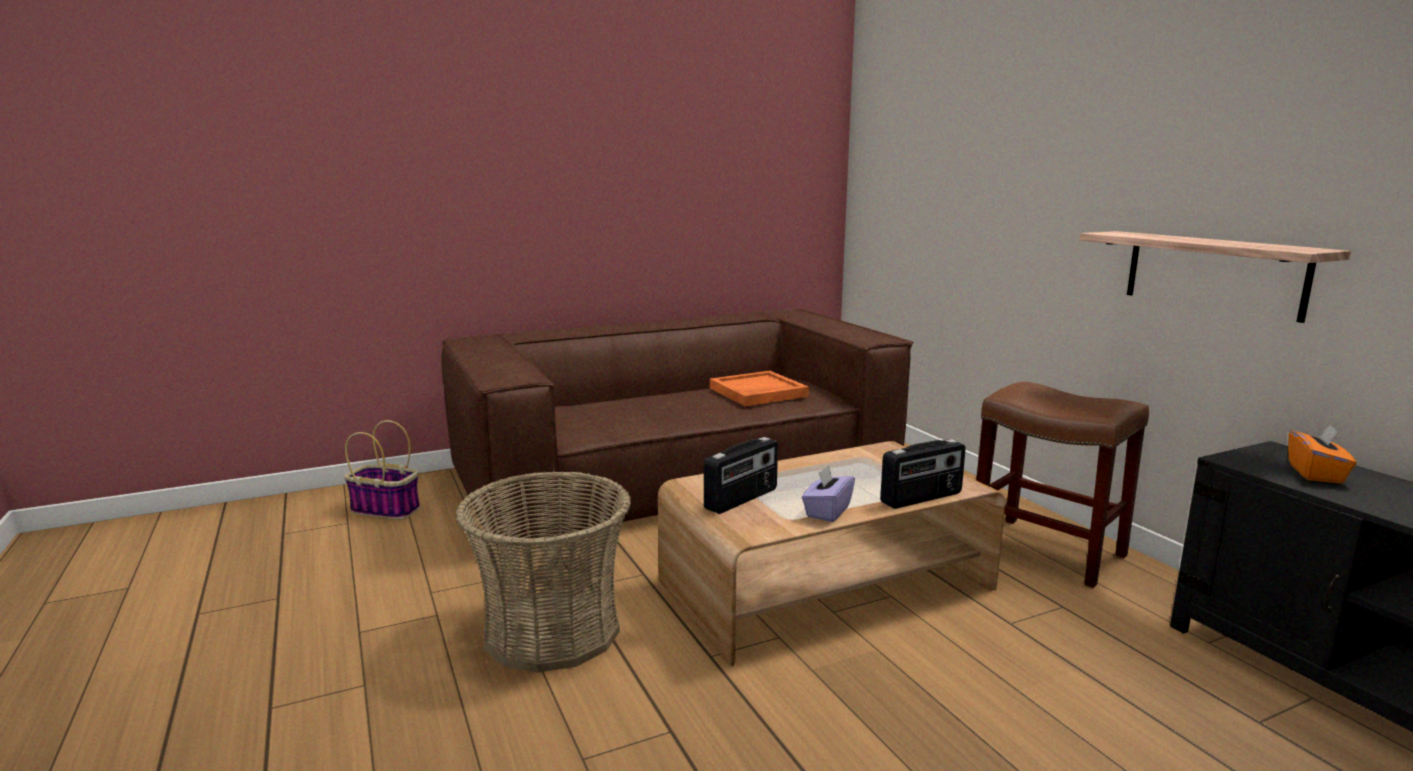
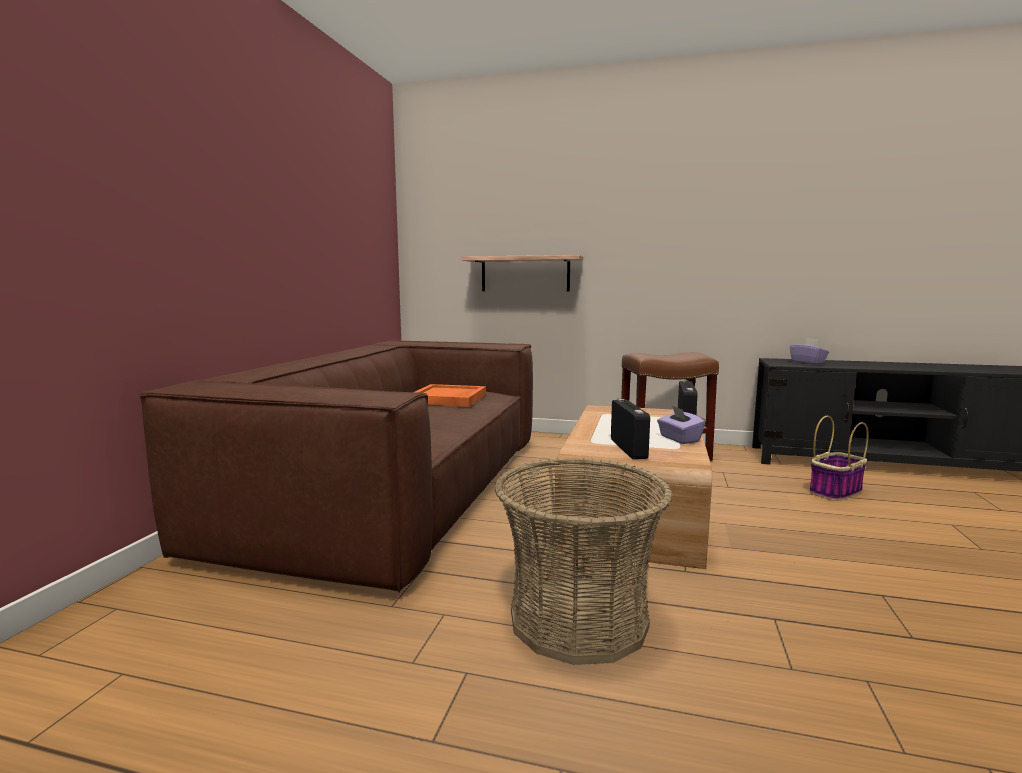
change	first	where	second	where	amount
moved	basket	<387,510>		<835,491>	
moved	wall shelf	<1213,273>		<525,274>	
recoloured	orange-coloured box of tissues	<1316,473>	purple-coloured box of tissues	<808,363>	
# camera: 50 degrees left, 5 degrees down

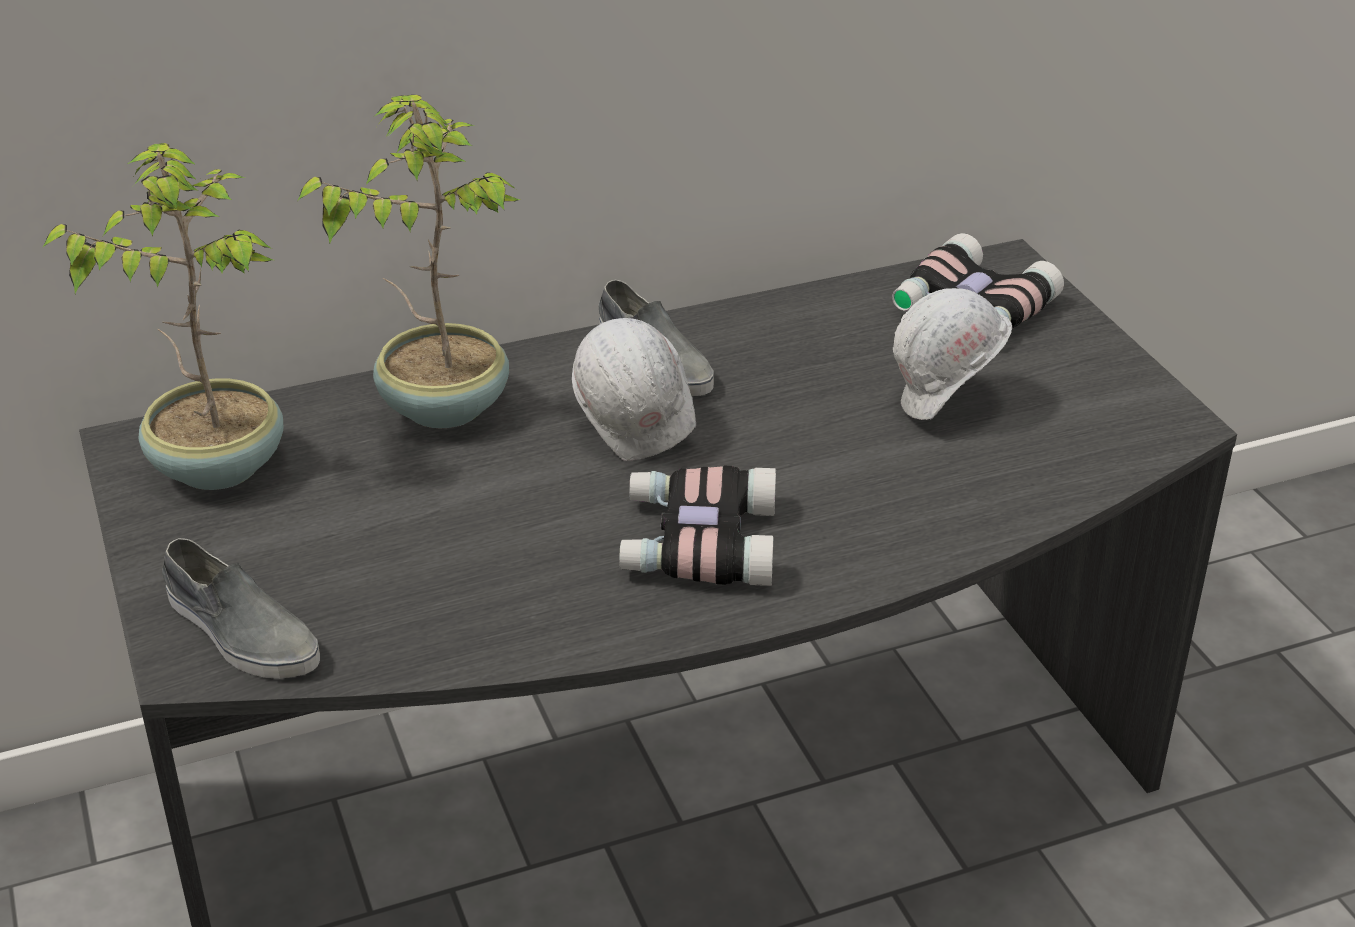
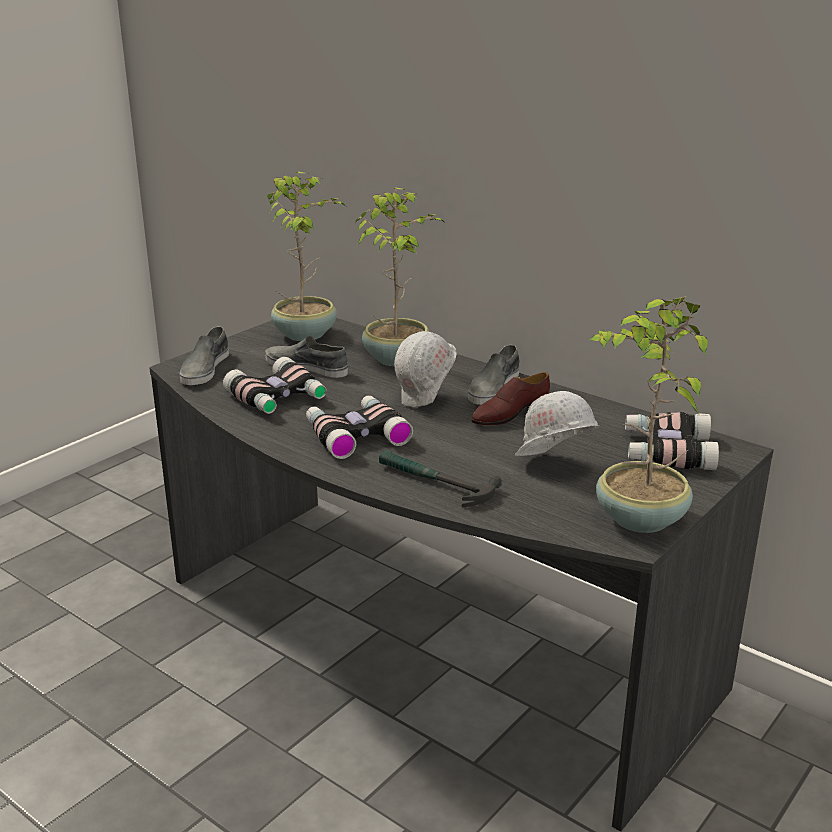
change	first	where	second	where	amount
added			field glasses	<278,398>	
added			grey low shoe	<307,367>	
added			tool hammer	<434,483>	
added			brown low shoe	<509,414>	
added			potted plant	<638,519>	
# camera: 60 degrees right, 10 degrees down

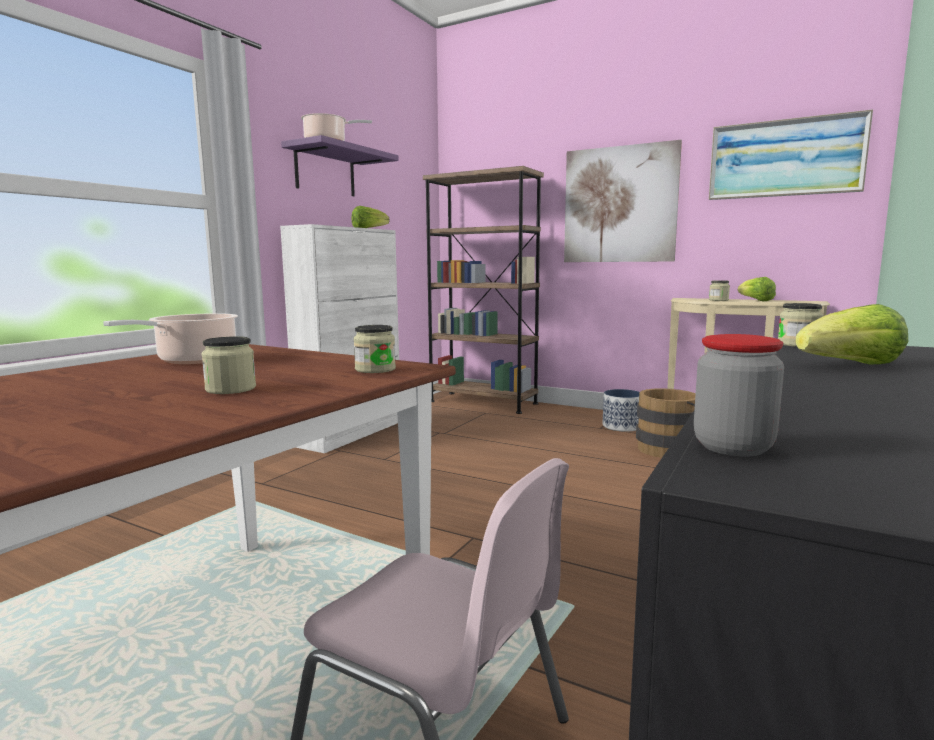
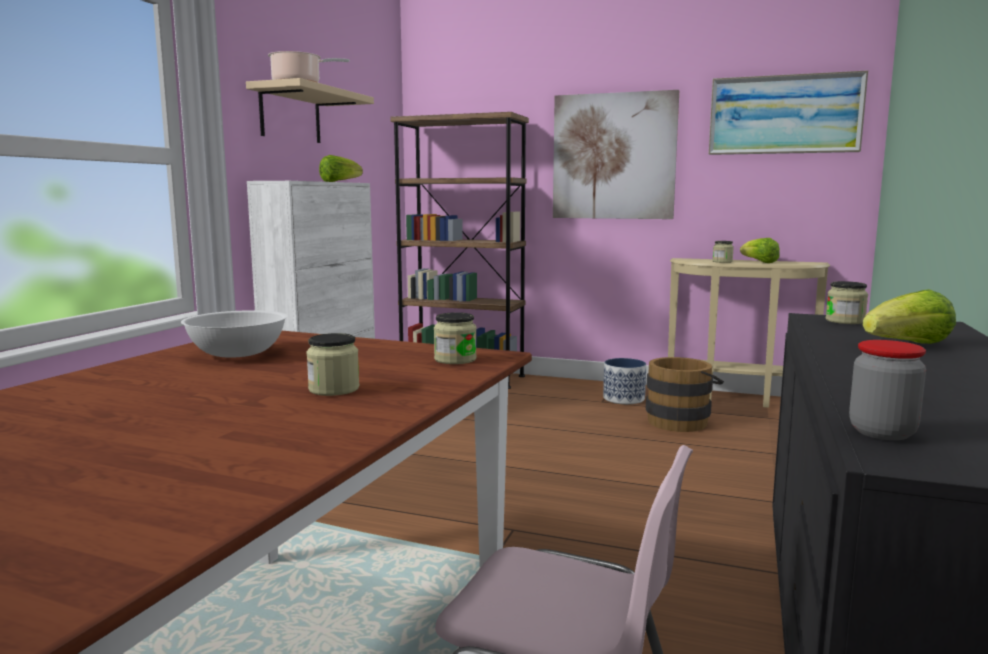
change	first	where	second	where	amount
replaced	stockpot	<193,360>	whitish bowl	<237,354>	
recoloured	purple-coloured wall shelf	<325,171>	sand-coloured wall shelf	<290,115>	
# camera: 10 degrees left, 0 degrees up

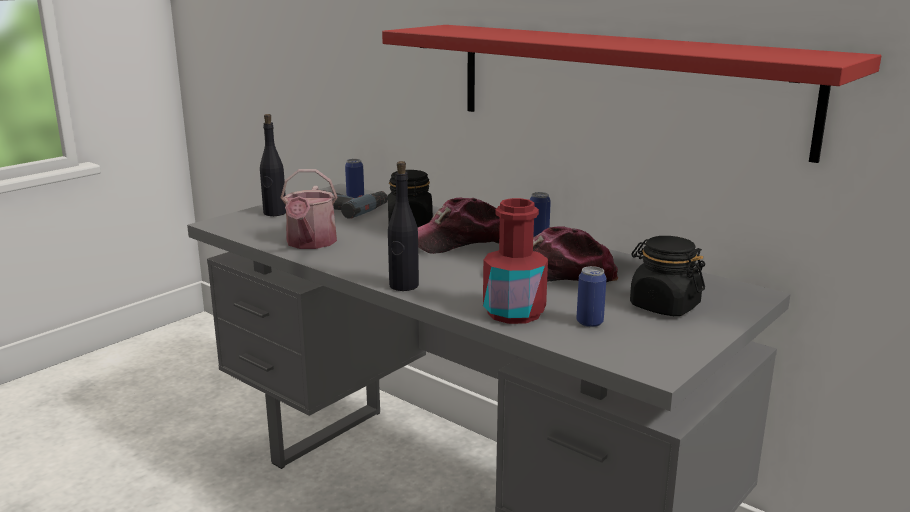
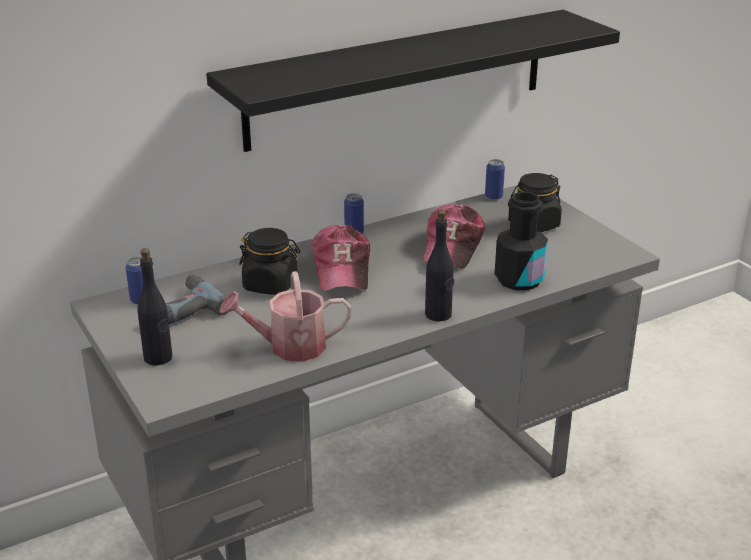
change	first	where	second	where	amount
turned	watering can	<310,243>		<289,347>	150 degrees clockwise
recoloured	red wall shelf	<622,85>	black-coloured wall shelf	<399,78>	
recoloured	red bottle	<514,312>	black-coloured bottle	<519,279>	
moved	can	<589,322>		<493,196>	
# camera: 70 degrees left, 10 degrees up

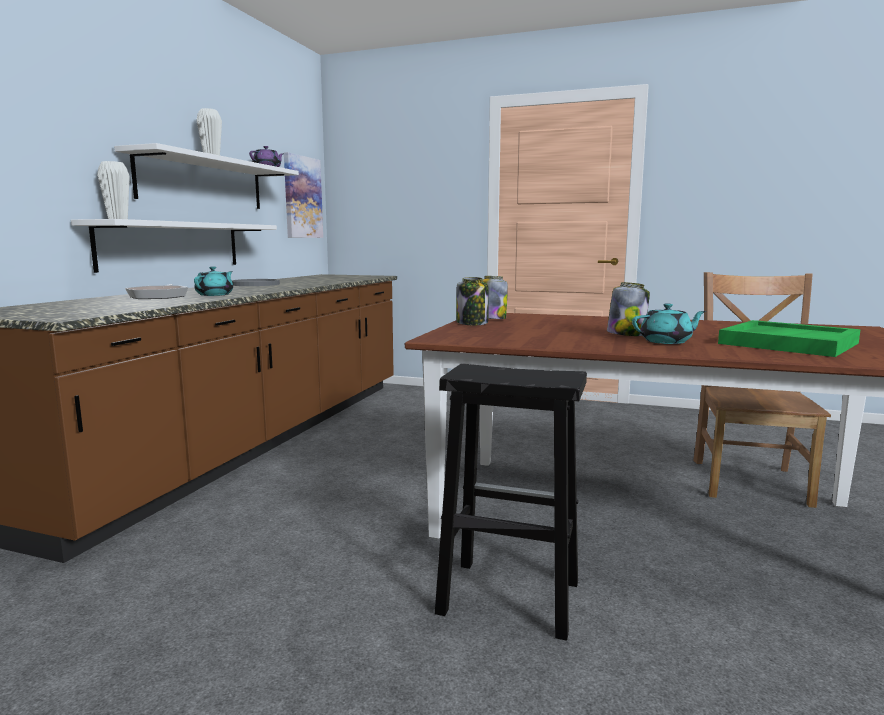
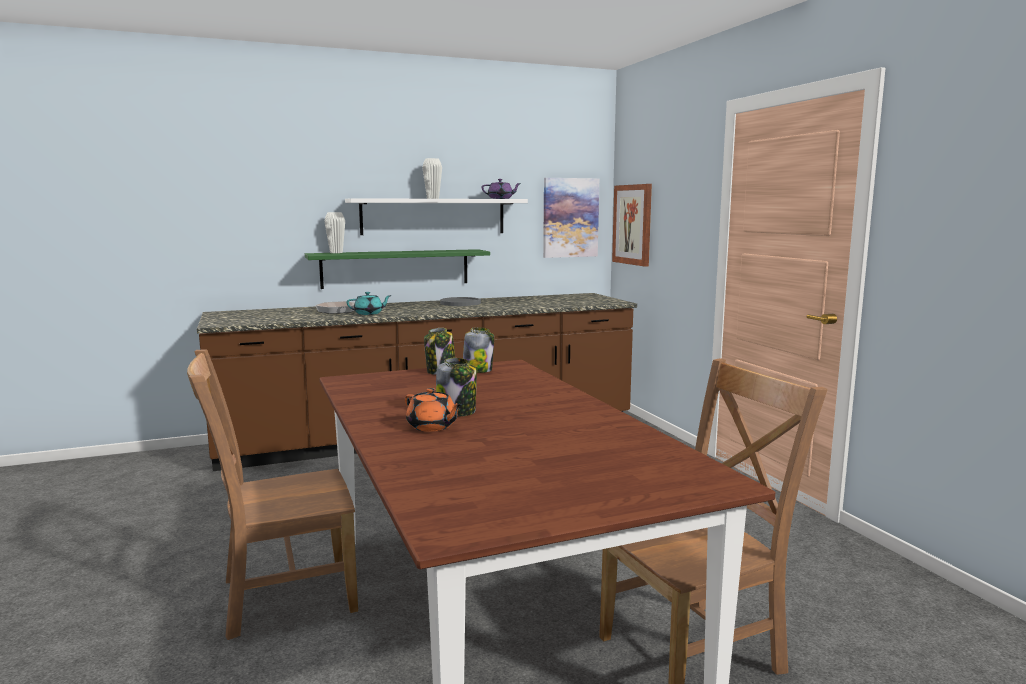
change	first	where	second	where	amount
recoloured	whitish wall shelf	<172,245>	green-coloured wall shelf	<395,268>	
replaced	black-coloured stool	<506,597>	brown upright chair	<282,596>	
recoloured	turquoise pot for tea	<667,342>	orange-coloured pot for tea	<432,427>	
removed	green-coloured tray	<787,343>			
added			wall picture	<632,224>	
# camera: 50 degrees right, 0 degrees up

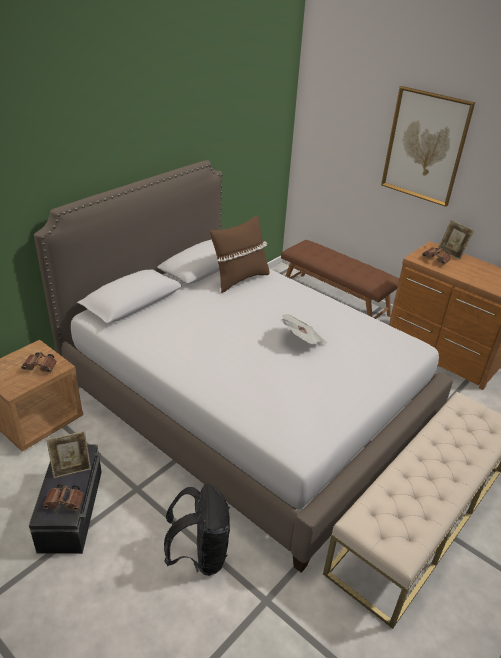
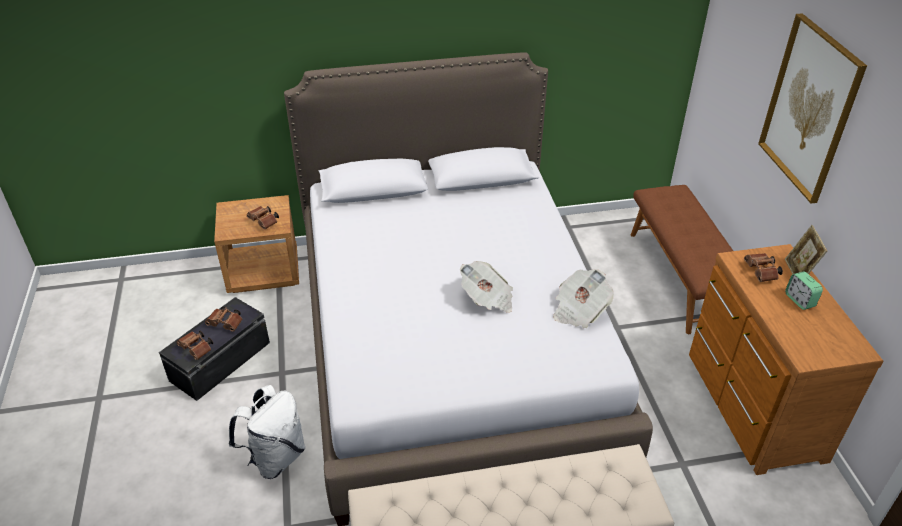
change	first	where	second	where	amount
replaced	picture frame	<72,468>	brown field glasses	<226,324>	
recoloured	black-coloured backpack	<200,555>	whitish backpack	<275,457>	
removed	brown pillow	<239,279>			
added			newspaper	<579,310>	
added			table clock	<799,300>	
# camera: 40 degrees right, 5 degrees up

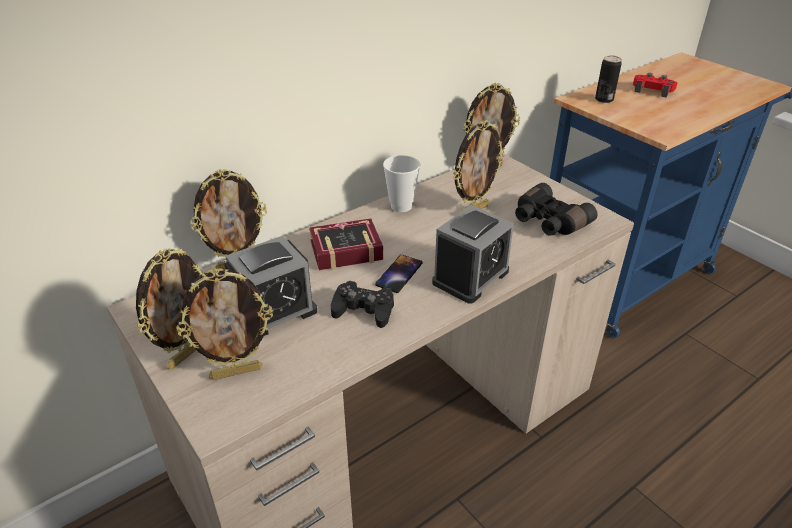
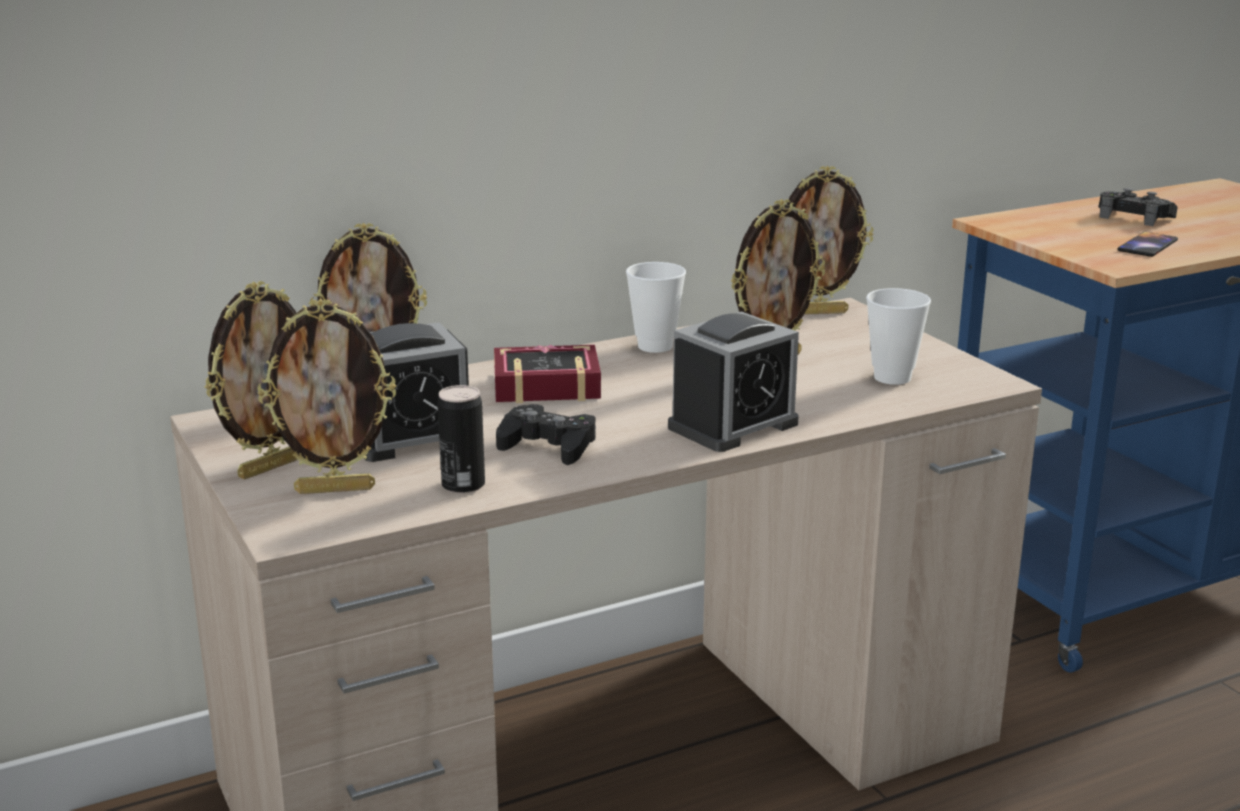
change	first	where	second	where	amount
moved	handset	<399,274>		<1147,245>	
replaced	black-coloured field glasses	<548,222>	drinking cup	<892,377>	
moved	can	<604,99>		<463,485>	
recoloured	red gamepad	<652,90>	black-coloured gamepad	<1134,218>	
# camera: 10 degrees right, 15 degrees down

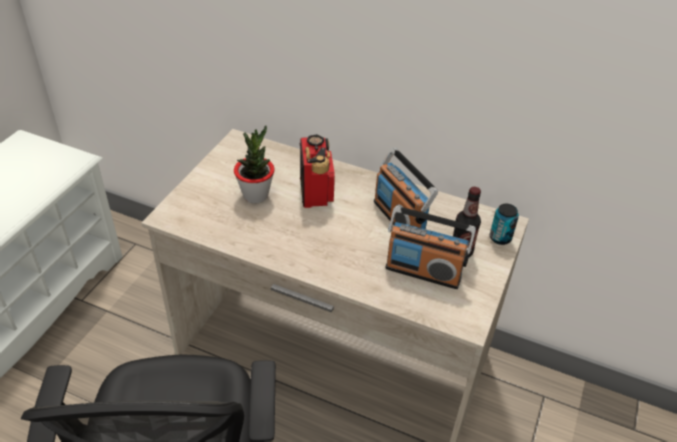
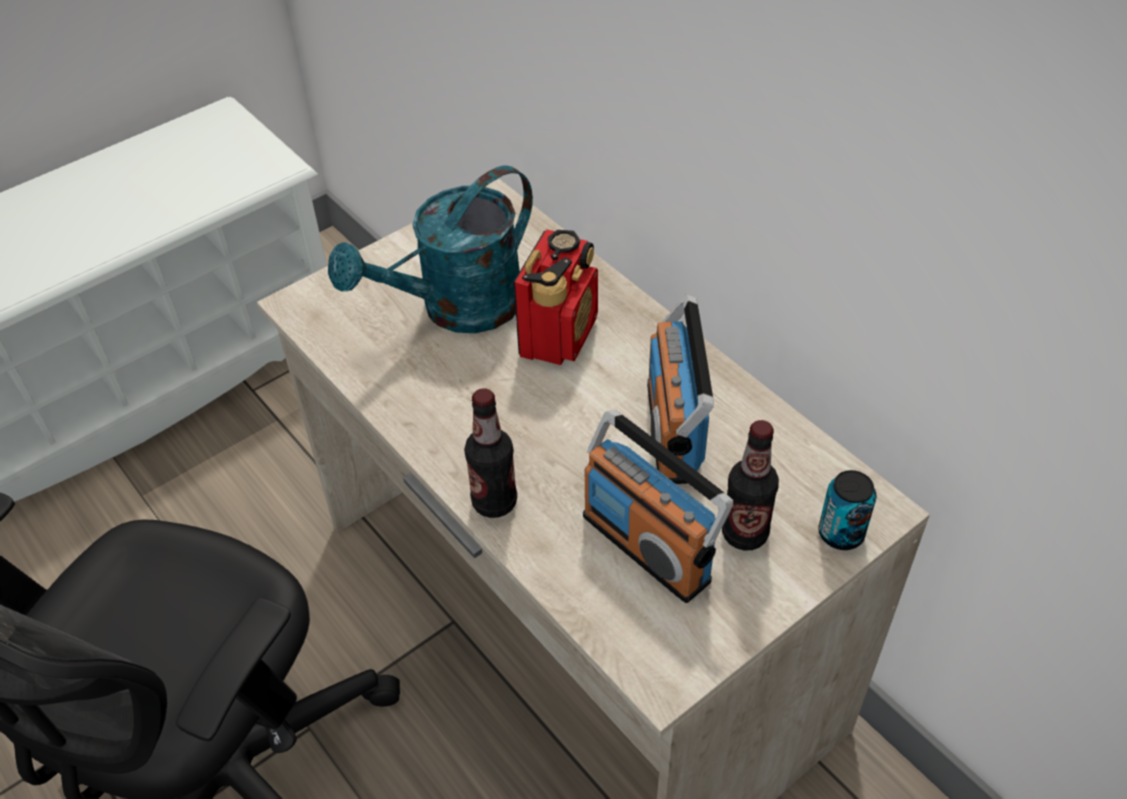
change	first	where	second	where	amount
replaced	potted plant	<255,195>	turquoise watering can	<457,309>	
added			bottle	<494,502>	
# camera: 30 degrees right, 5 degrees up

